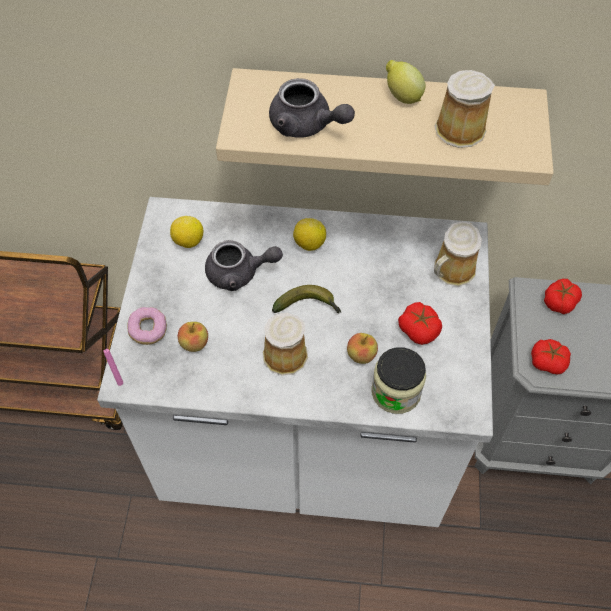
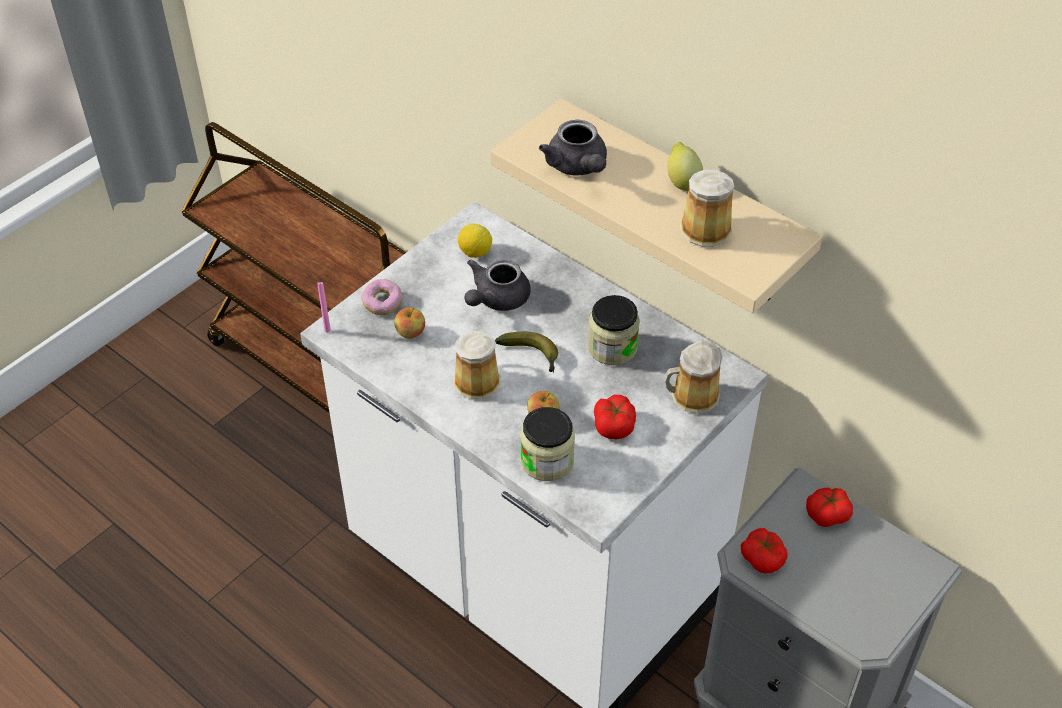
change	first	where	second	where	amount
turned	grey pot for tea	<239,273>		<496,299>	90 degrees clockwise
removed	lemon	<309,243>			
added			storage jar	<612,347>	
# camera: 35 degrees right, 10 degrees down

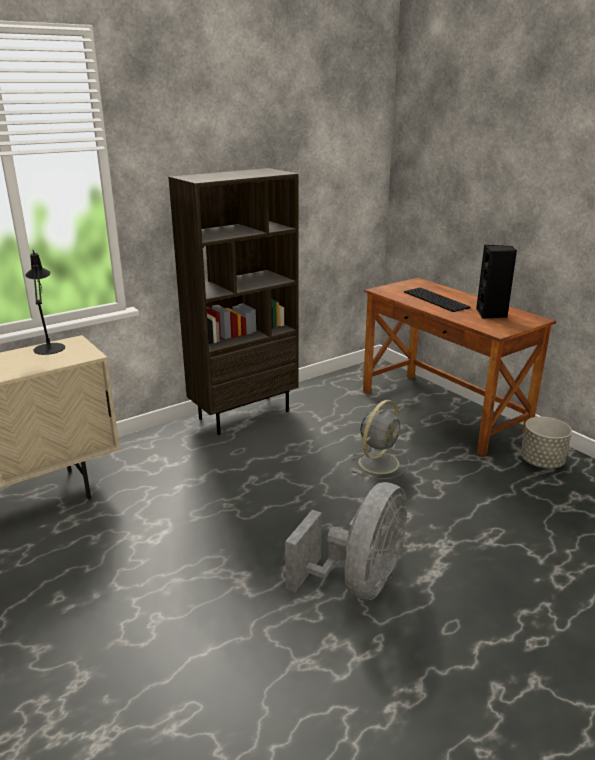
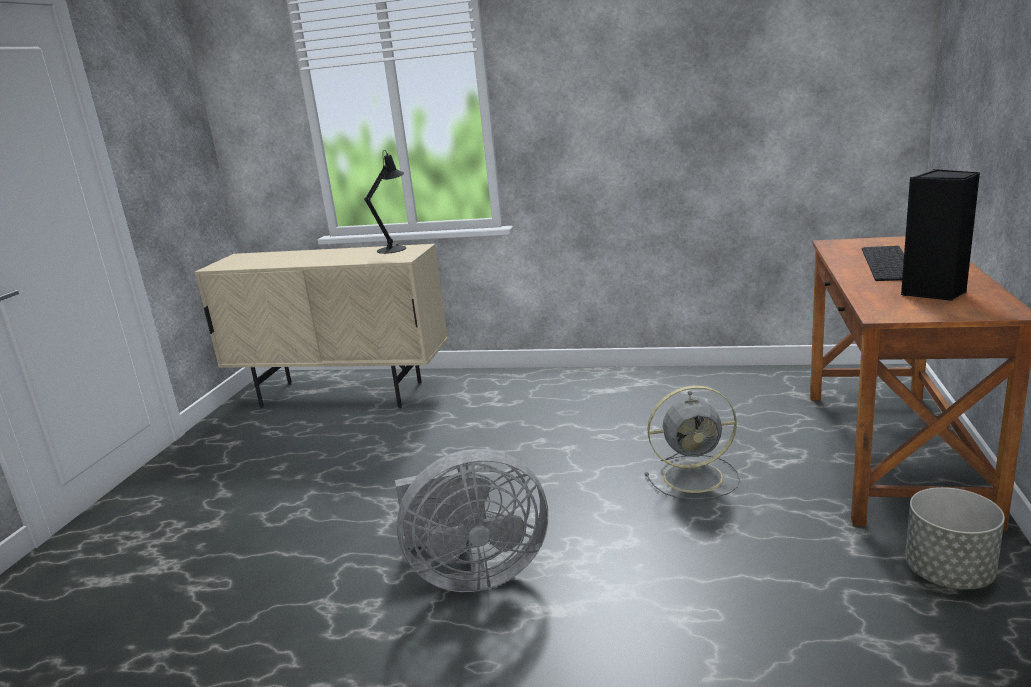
change	first	where	second	where	amount
removed	brown shelving unit	<244,414>			
# camera: 50 degrees right, 5 degrees down

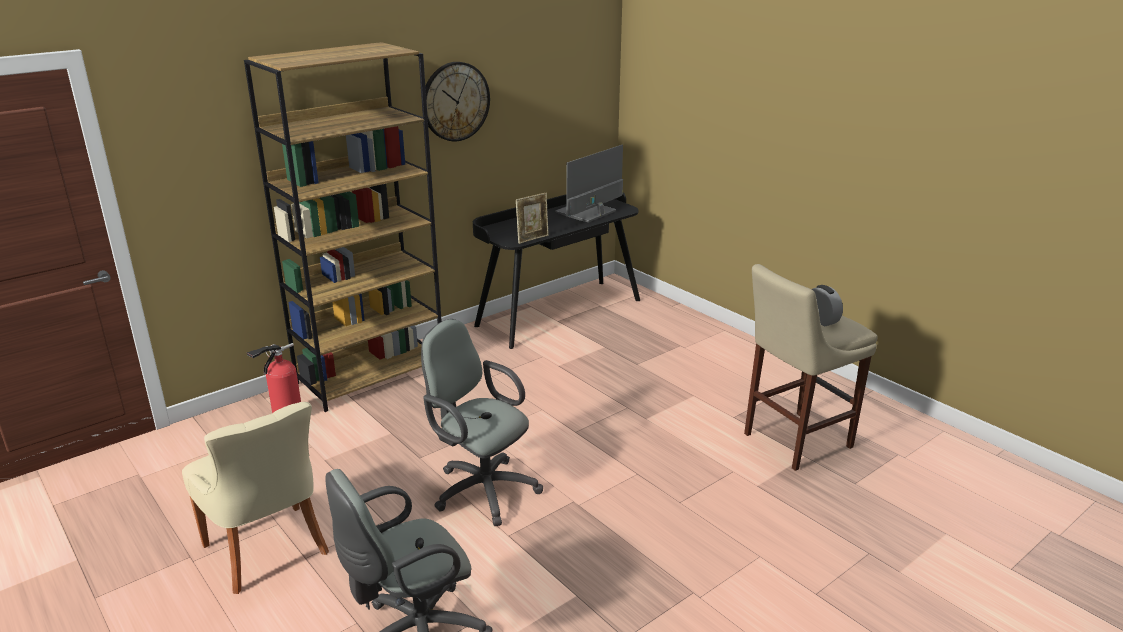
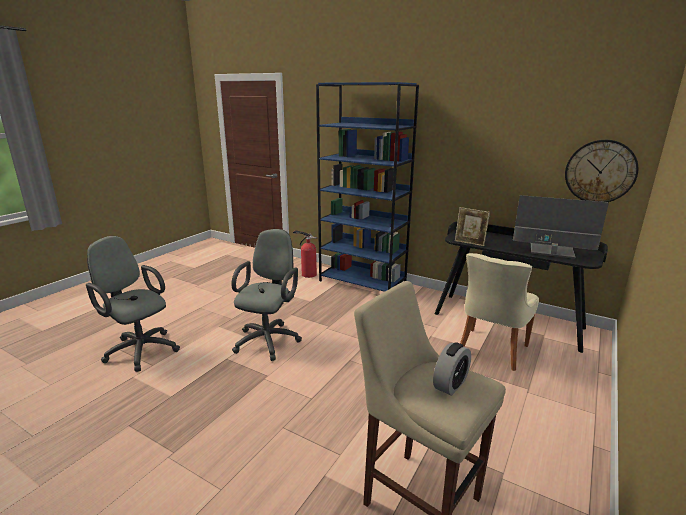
change	first	where	second	where	amount
moved	sand-coloured upright chair	<268,551>		<491,350>	
recoloured	brown shelving unit	<371,375>	blue-coloured shelving unit	<363,282>	
moved	wall clock	<455,101>		<600,171>	
# camera: 70 degrees right, 5 degrees down

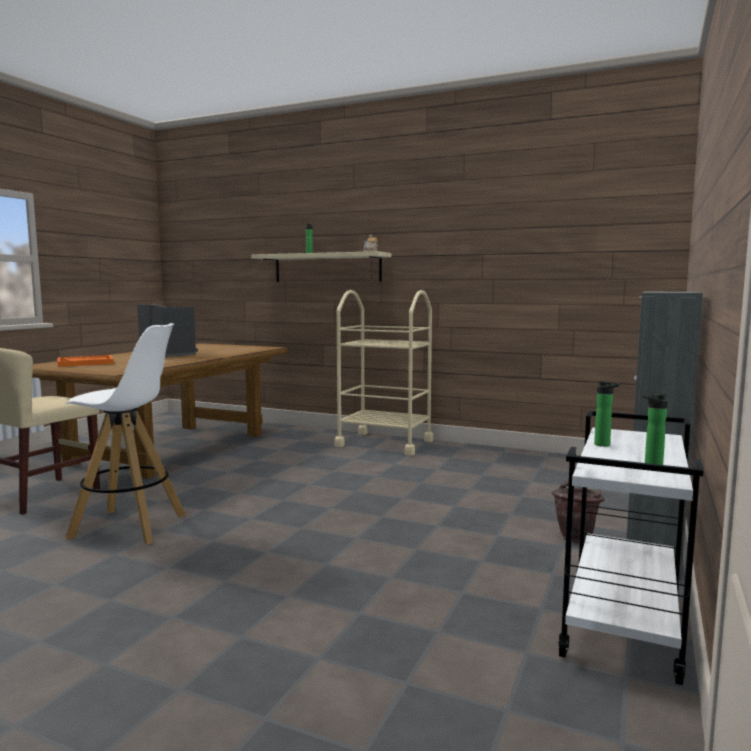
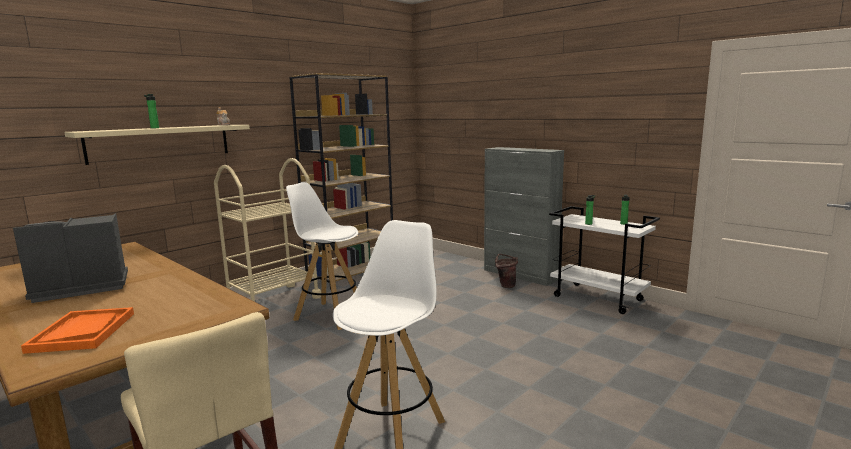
change	first	where	second	where	amount
added			whitish stool	<330,315>	
added			brown shelving unit	<352,274>	
# camera: 70 degrees left, 5 degrees up

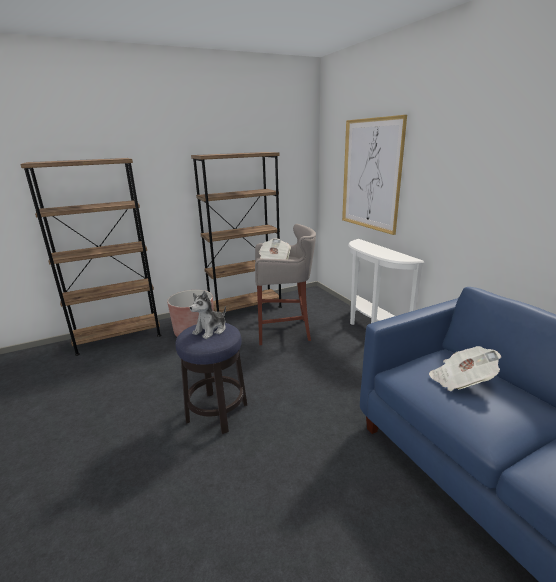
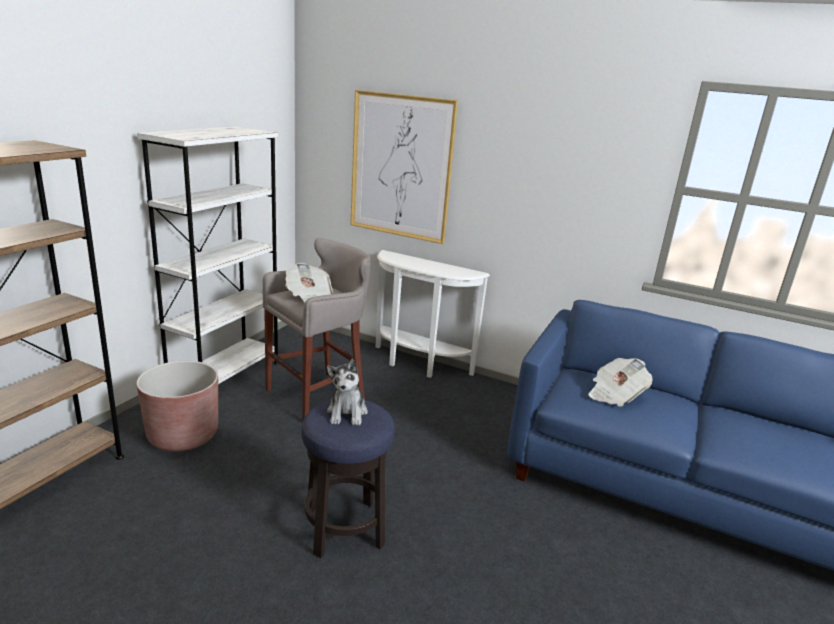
change	first	where	second	where	amount
recoloured	brown shelving unit	<245,309>	whitish shelving unit	<225,377>	
# camera: 40 degrees left, 0 degrees up

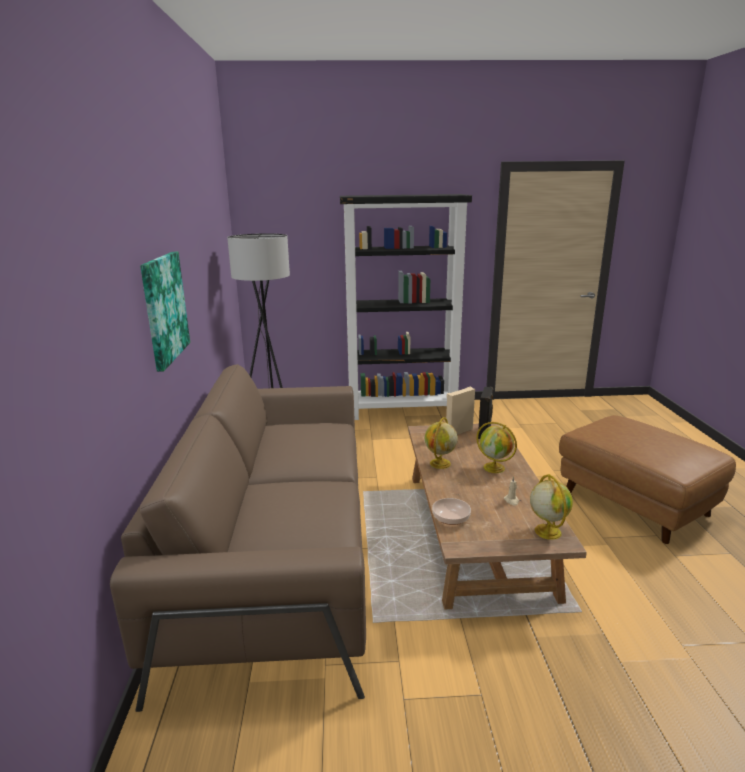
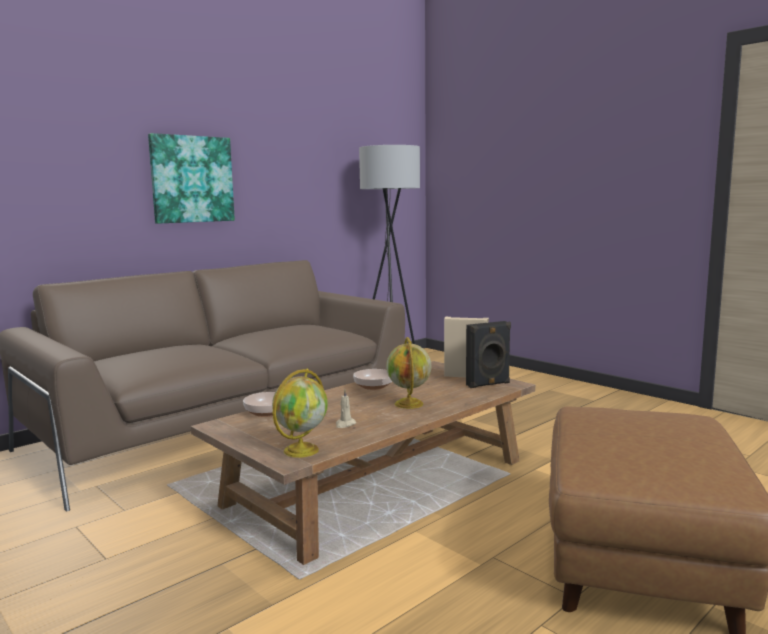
change	first	where	second	where	amount
removed	black-coloured shelving unit	<402,411>			
replaced	desk globe	<440,464>	bowl	<373,386>	
# camera: 50 degrees right, 10 degrees down

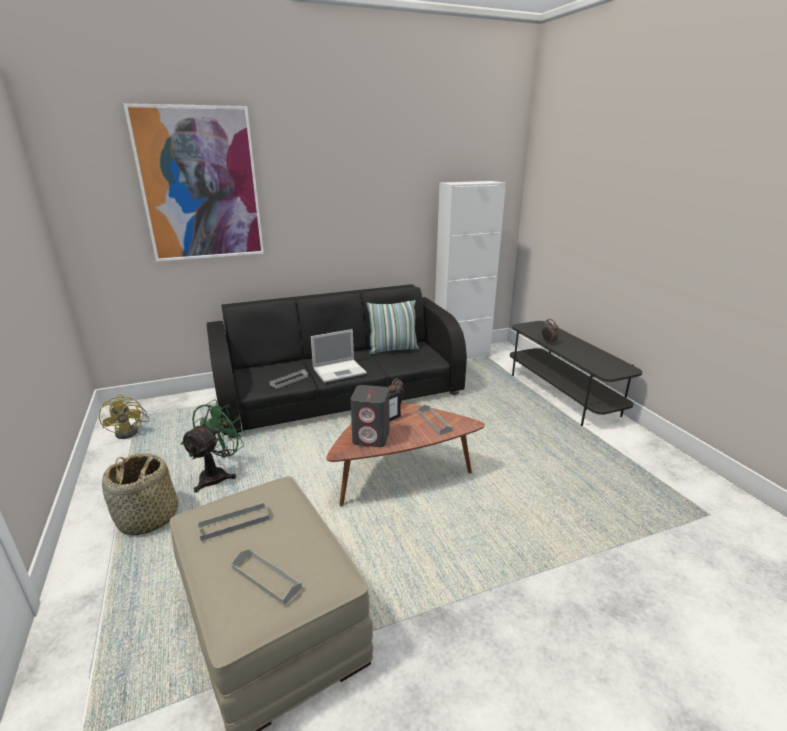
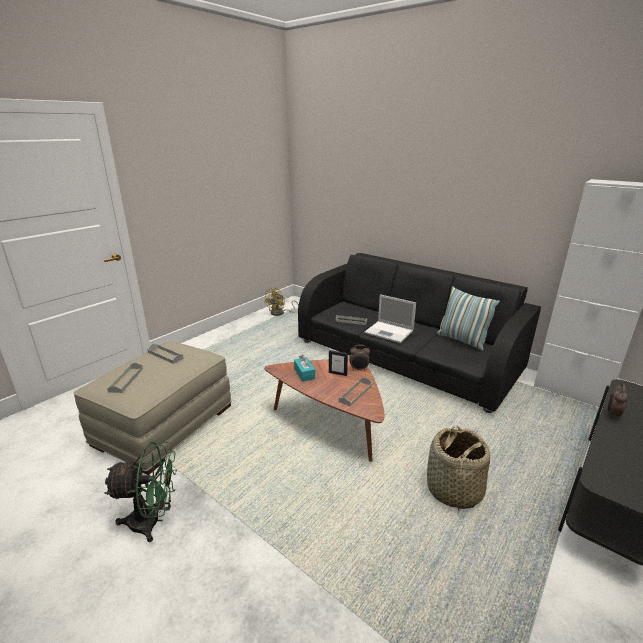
change	first	where	second	where	amount
moved	basket	<148,518>		<453,490>	
removed	wall picture	<200,185>			
moved	green-coloured cooling fan	<218,475>		<153,521>	
replaced	grey loudspeaker	<371,437>	turquoise box of tissues	<304,374>	
# camera: 60 degrees right, 0 degrees up

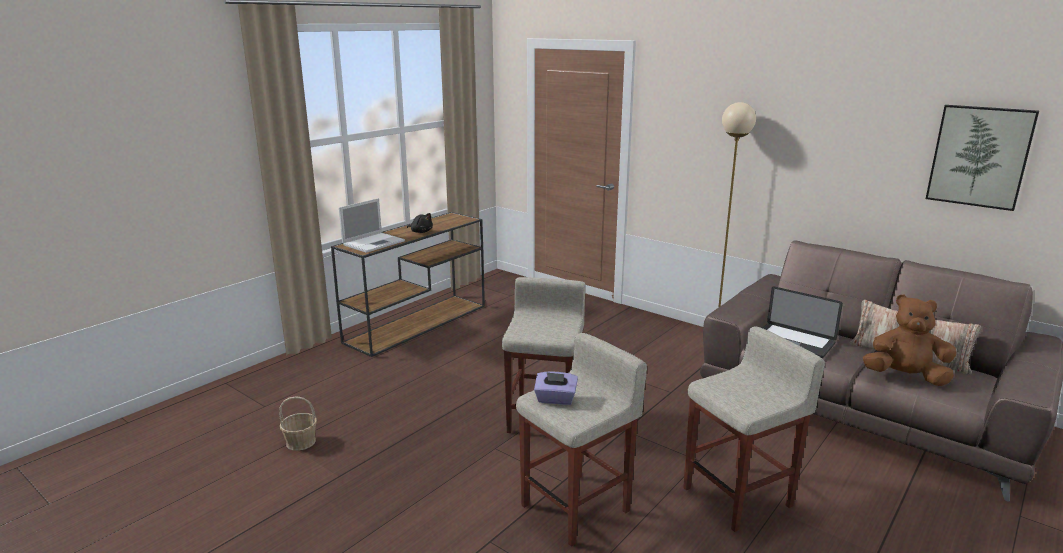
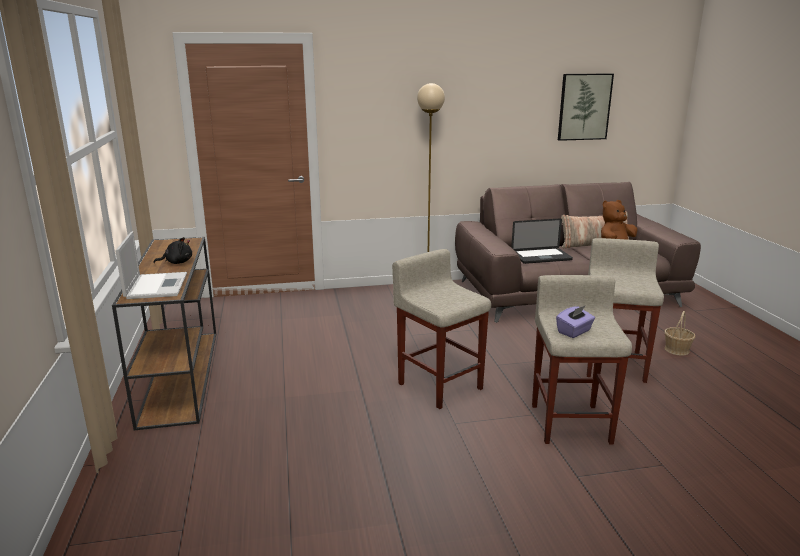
change	first	where	second	where	amount
moved	basket	<301,442>		<677,350>	
# camera: 50 degrees left, 0 degrees up

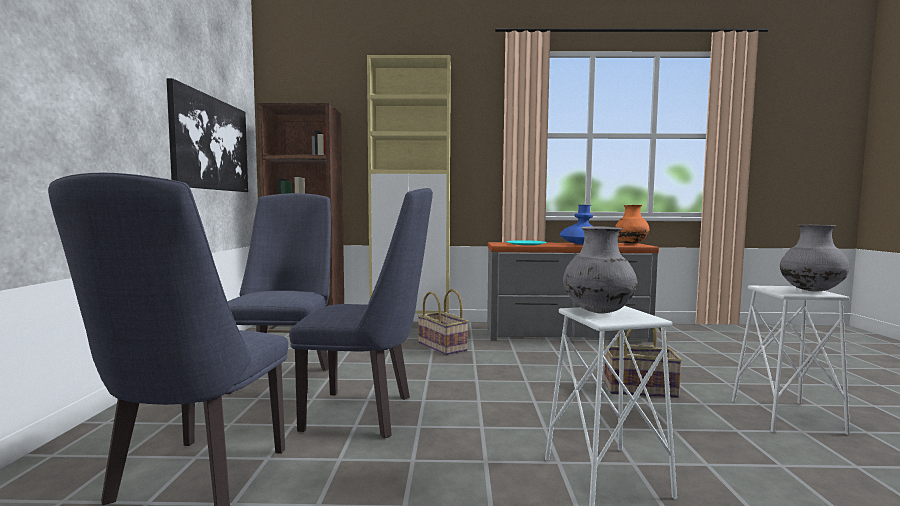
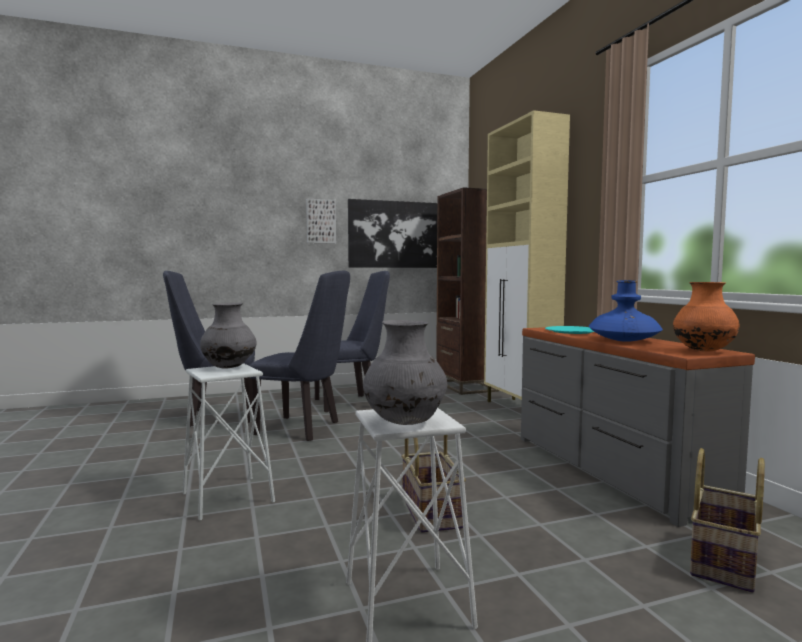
change	first	where	second	where	amount
turned	blue-coloured upright chair	<368,413>		<304,429>	60 degrees counterclockwise
moved	basket	<443,346>		<725,562>	
added			wall picture	<320,221>	
# camera: 70 degrees right, 0 degrees up

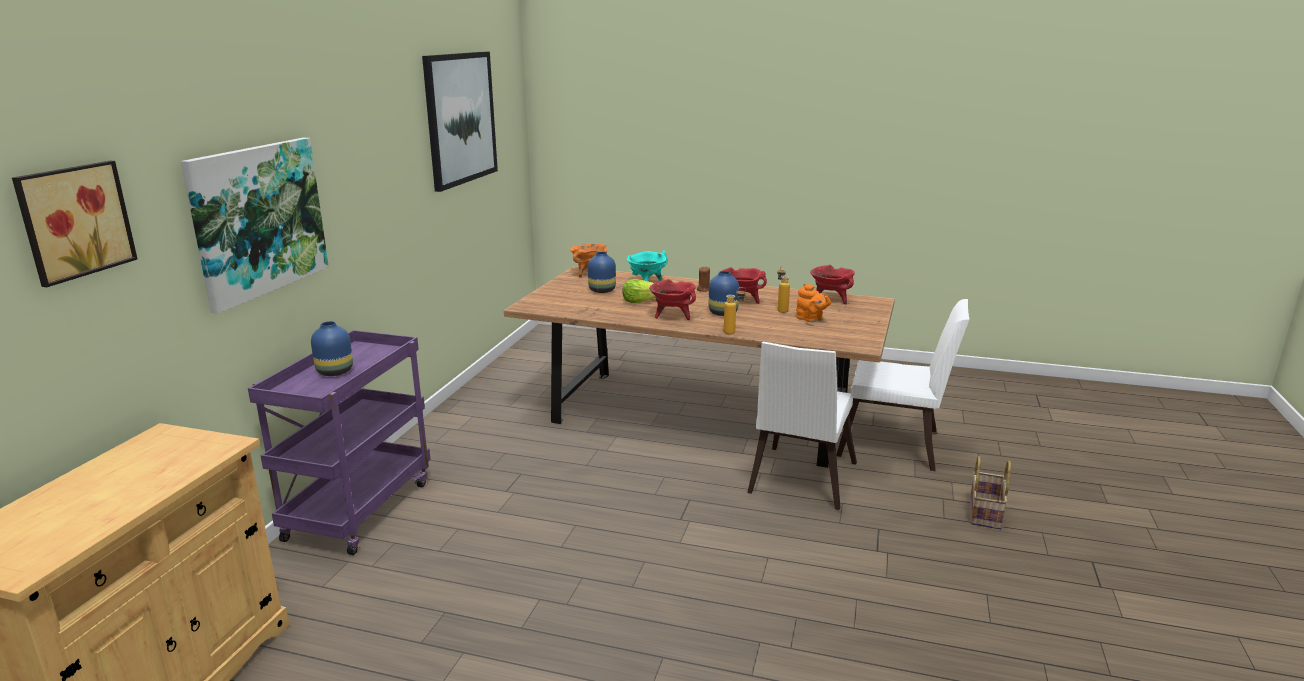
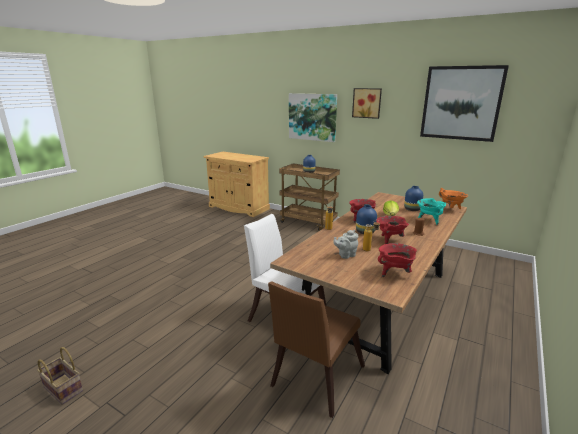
change	first	where	second	where	amount
moved	wall picture	<73,221>		<367,103>	
recoloured	purple-coloured trolley	<359,508>	brown trolley	<308,222>	
recoloured	orange-coloured pot for tea	<810,320>	grey pot for tea	<345,255>	
recoloured	whitish upright chair	<896,446>	brown upright chair	<314,379>	
moved	basket	<986,514>		<62,389>	
# camera: 105 degrees right, 0 degrees up

